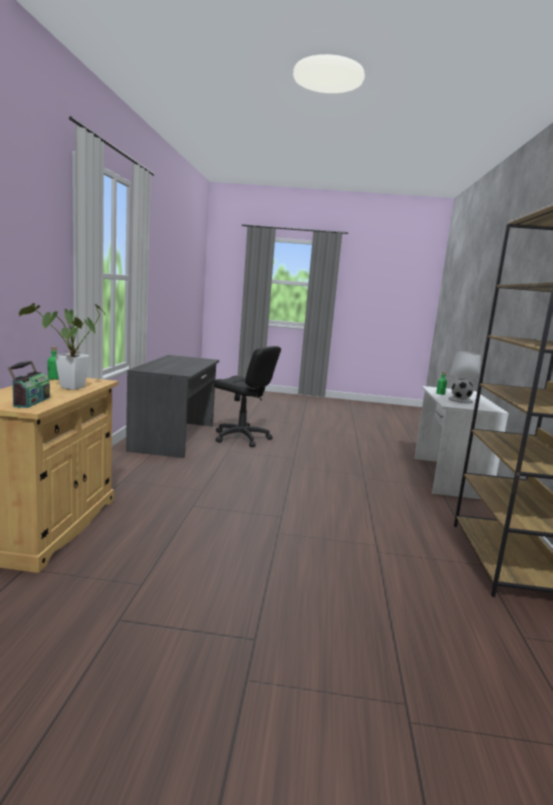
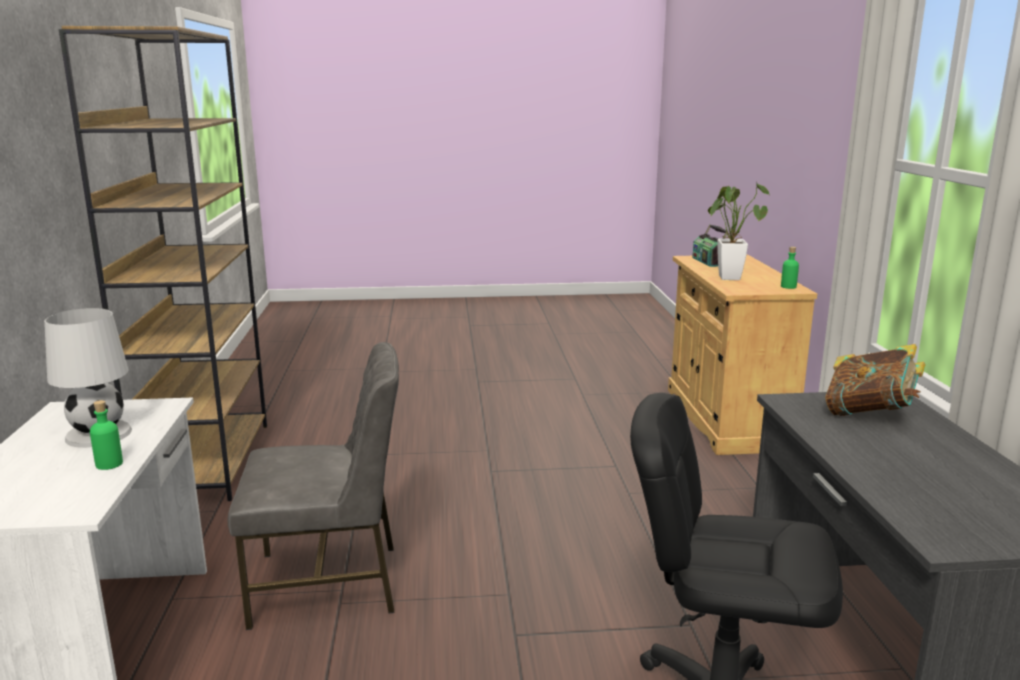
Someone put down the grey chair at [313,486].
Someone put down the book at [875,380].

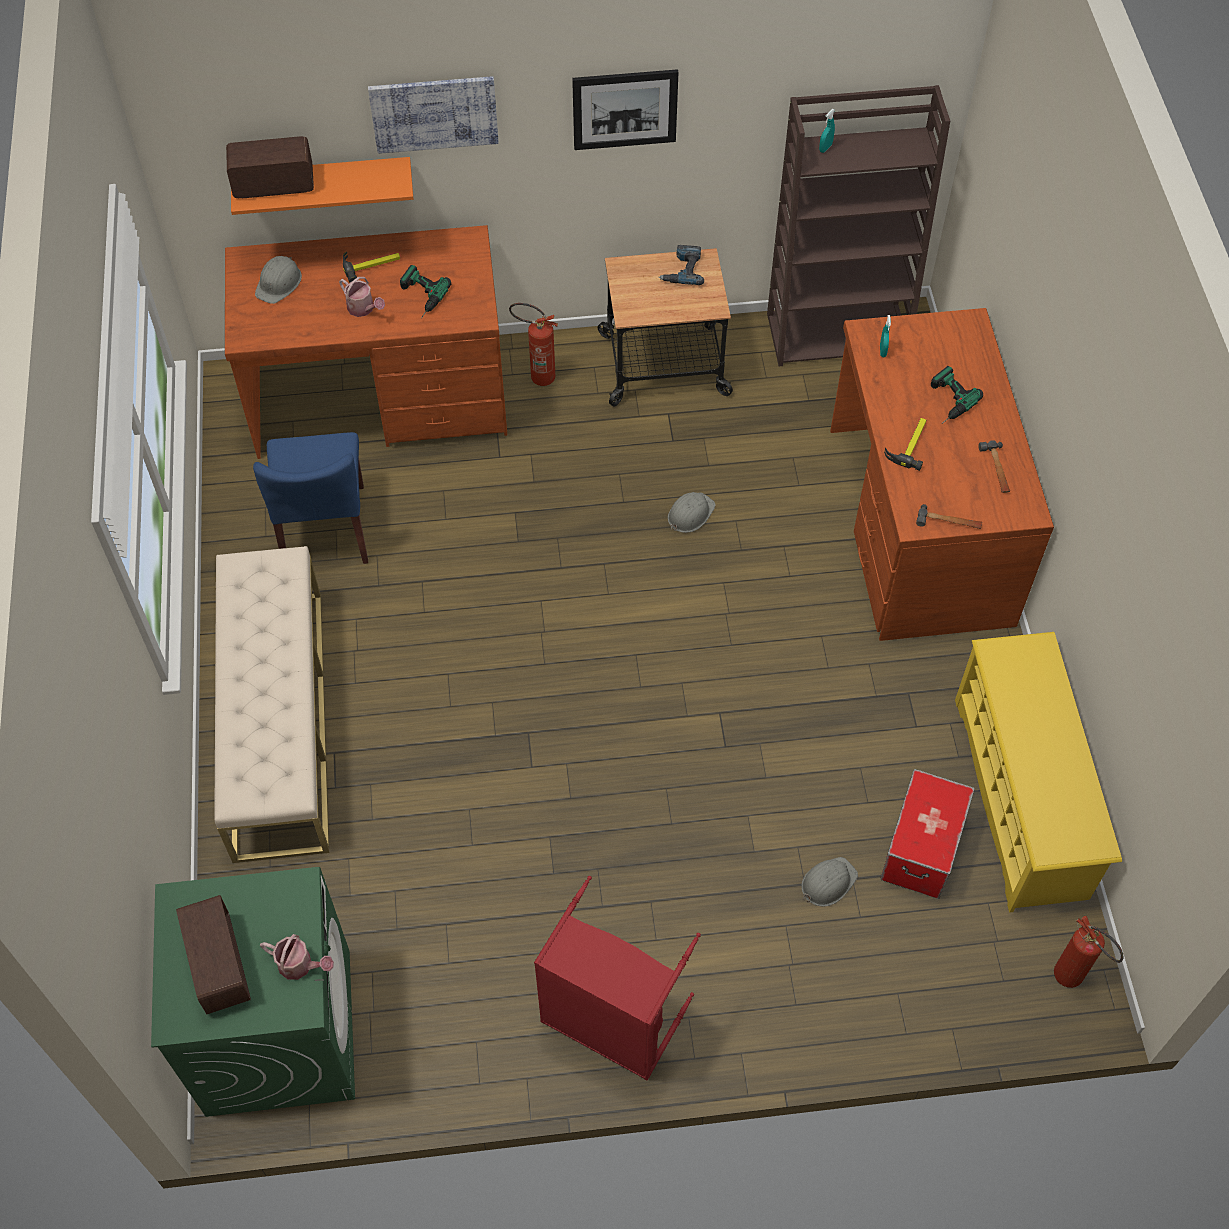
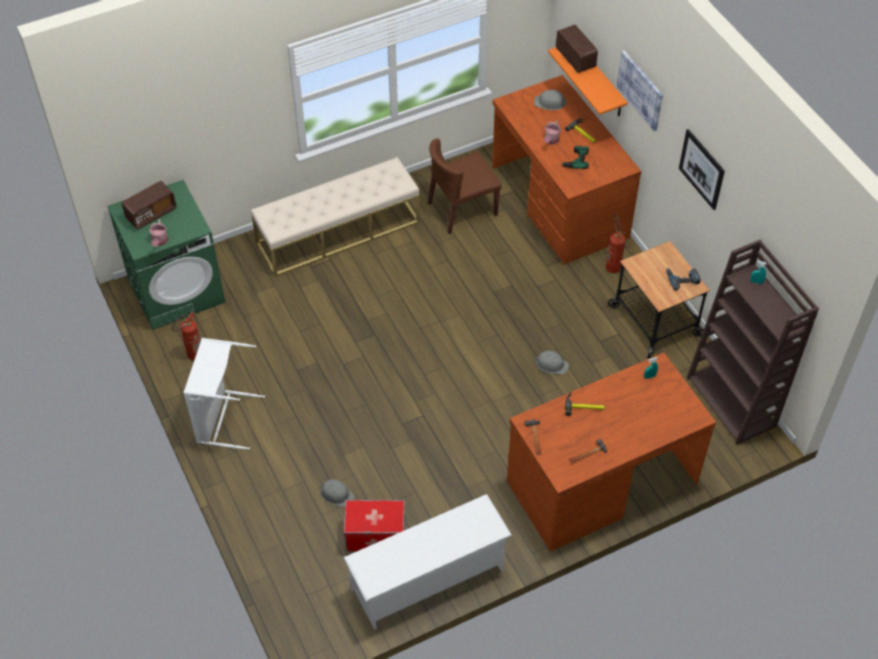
Someone repainted the blue chair at [310,498], which became the brown chair at [465,186].
Someone repainted the red laundry basket at [617,978], which became the white laundry basket at [224,394].
Someone took away the power drill at [957,394].
Someone repainted the yellow shoe rack at [1038,772], which became the white shoe rack at [427,562].
Someone carried the fire extinguisher from [1089,952] to [186,336].

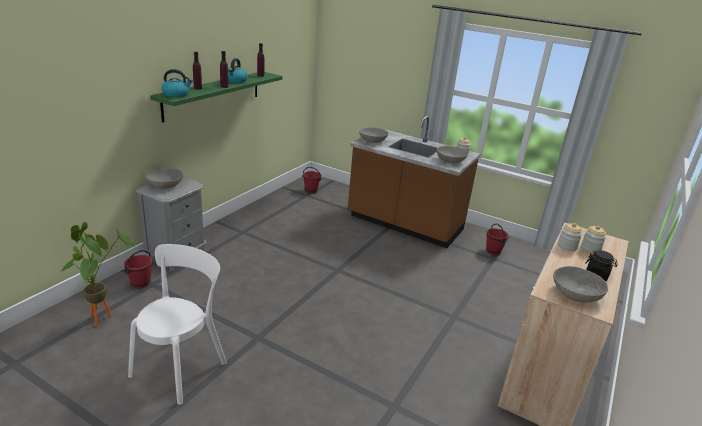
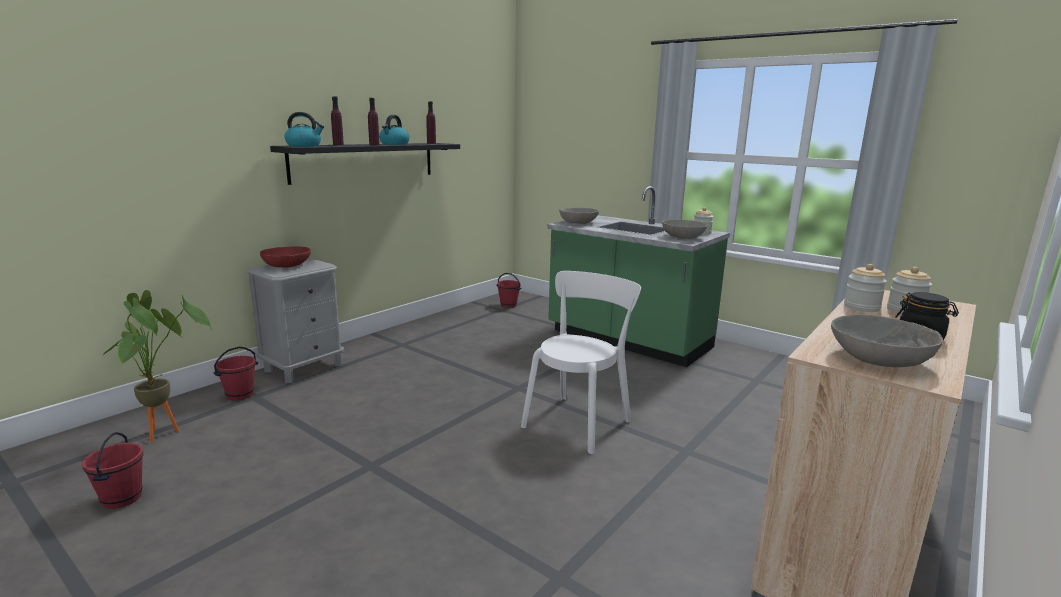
Someone carried the white chair from [177,324] to [581,362].
Someone repainted the grey bowl at [165,178], which became the red bowl at [285,257].
Someone repainted the green shelf at [216,97], which became the black shelf at [365,164].
Someone repainted the brown counter at [414,182], which became the green counter at [638,276].
Someone carried the red bucket from [497,239] to [112,470].

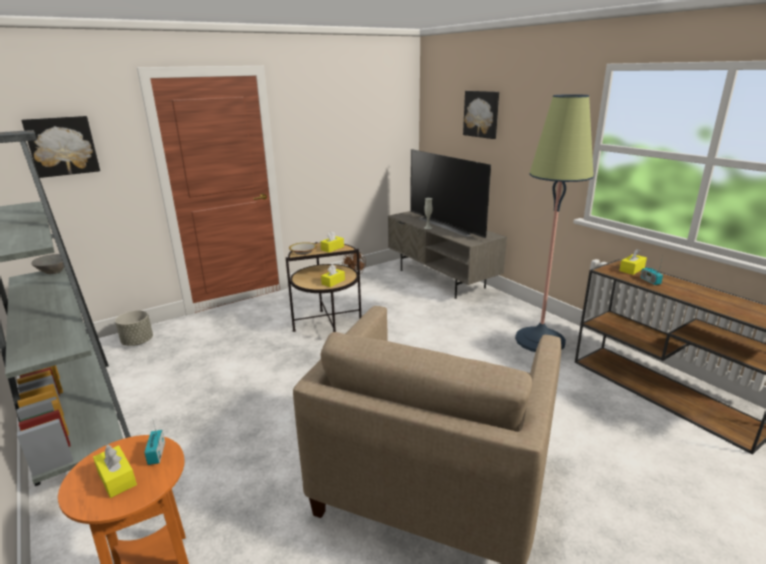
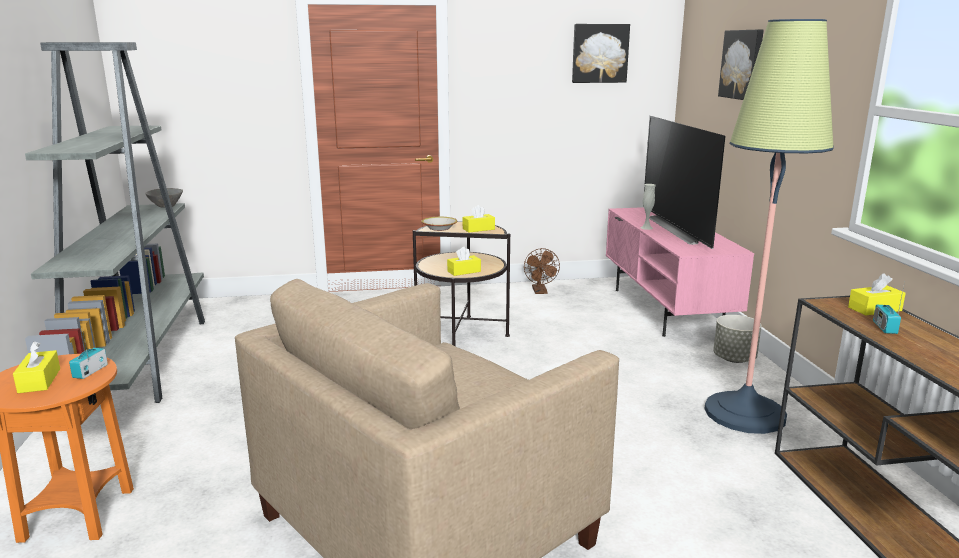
Someone carried the picture from [60,147] to [601,53].
Someone carried the grey planter from [134,328] to [737,339].
Someone repainted the grey tv stand at [447,255], which became the pink tv stand at [680,272].

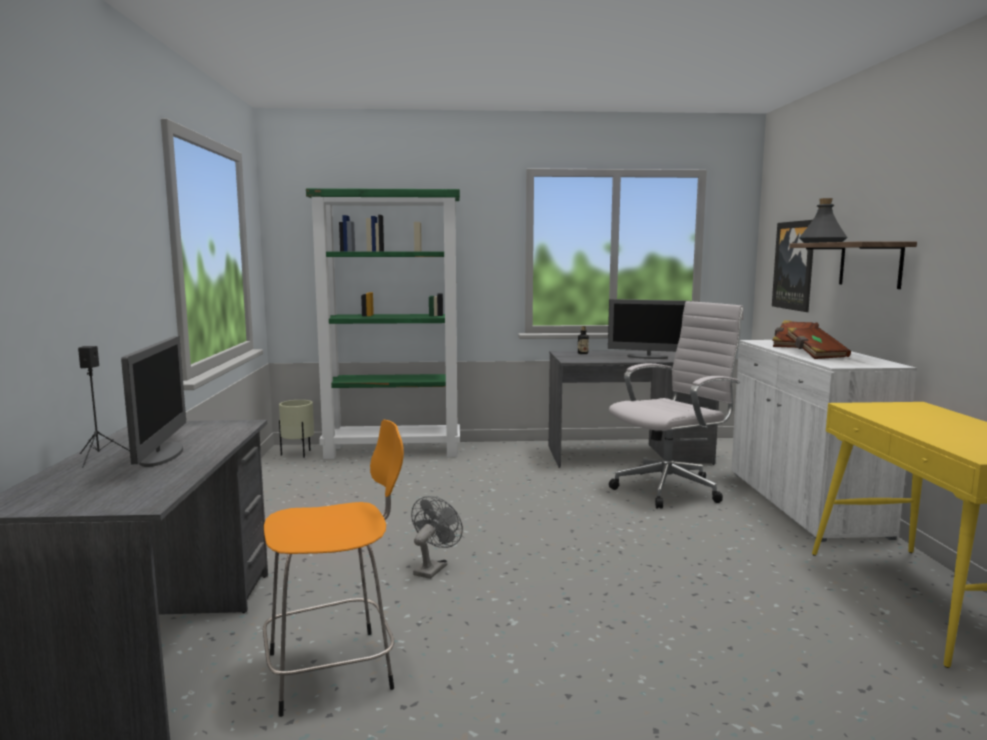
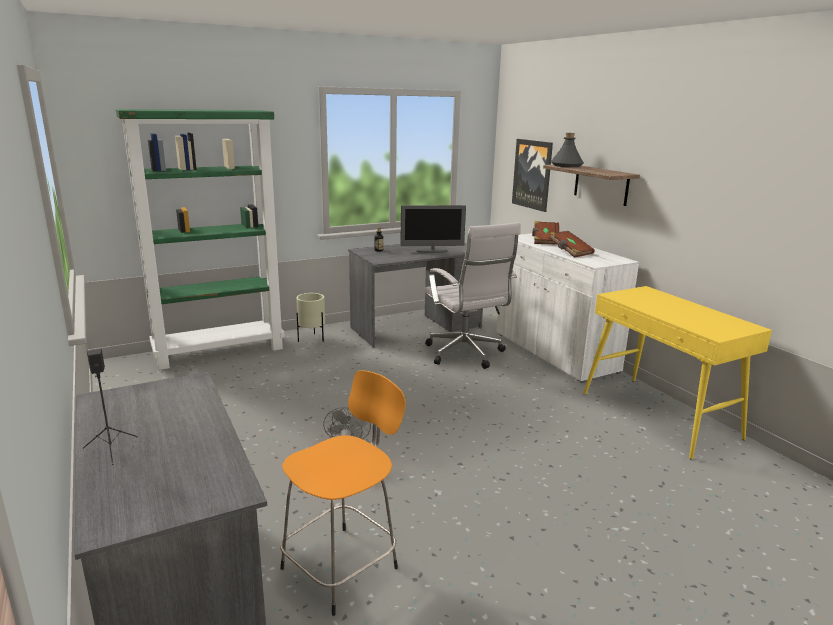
Someone took away the monitor at [153,401].
Someone carried the beige planter from [296,429] to [310,317].
Someone rotated the white office chair at [676,405] by 120 degrees clockwise.

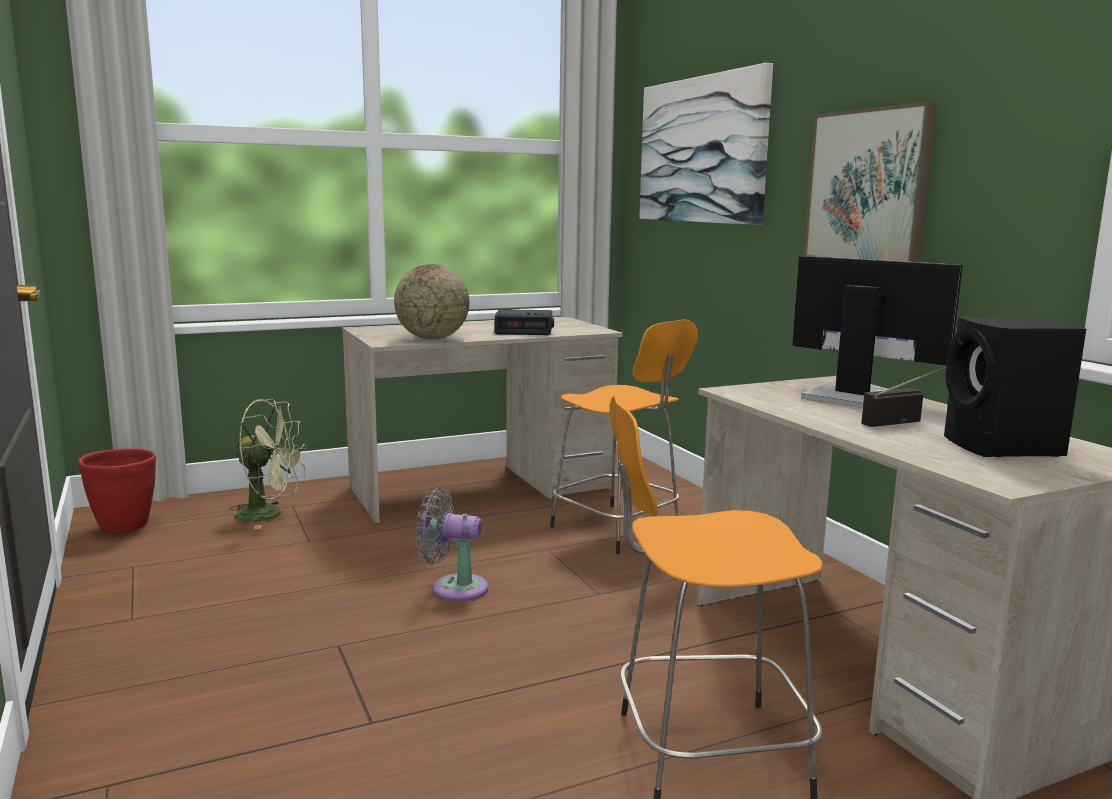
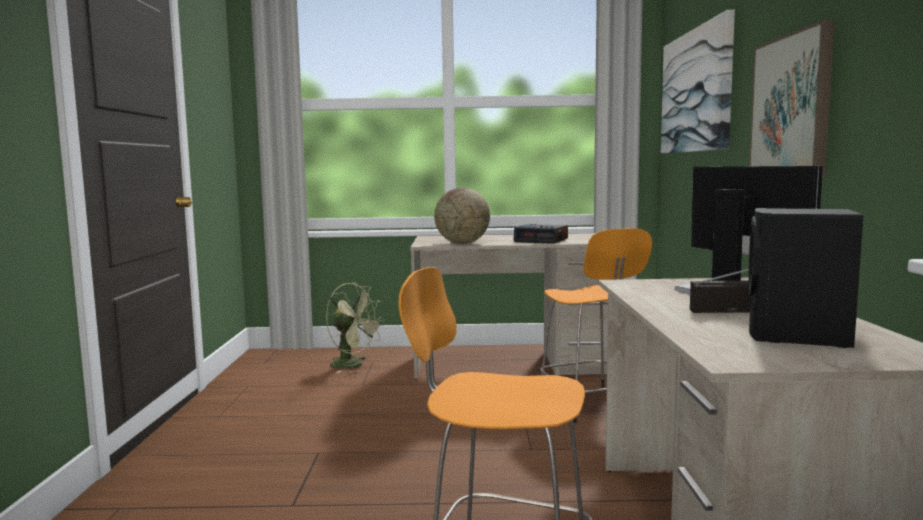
Someone took away the red planter at [117,491].
Someone took away the grey fan at [452,545].

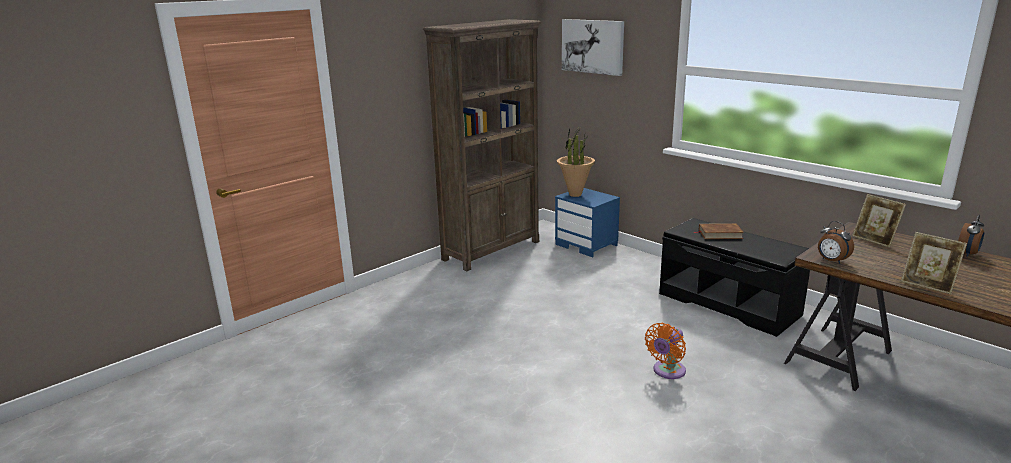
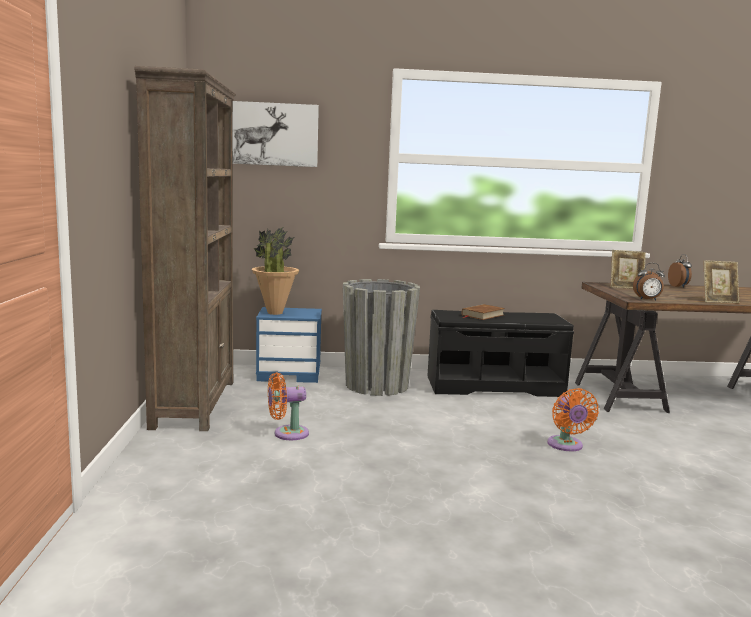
Someone put down the orange fan at [288,406].
Someone put down the grey planter at [381,337].

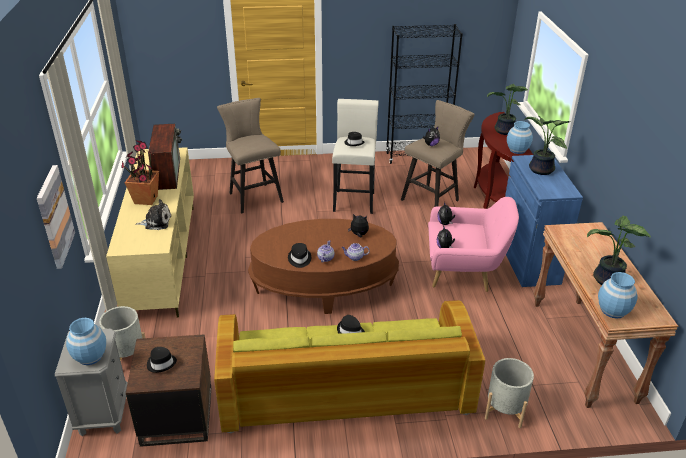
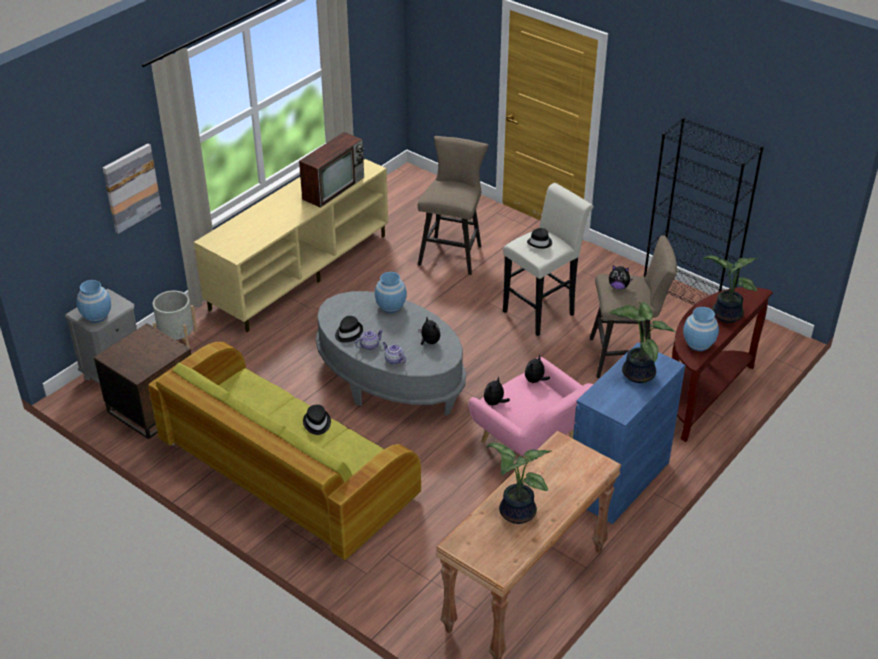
Someone took away the potted plant at [140,172].
Someone took away the plush toy at [153,214].
Someone took away the black hat at [162,360].
Someone repainted the brown coffee table at [323,266], which became the grey coffee table at [390,353].
Someone took away the grey planter at [509,393].
Someone carried the blue vase from [617,295] to [391,292].

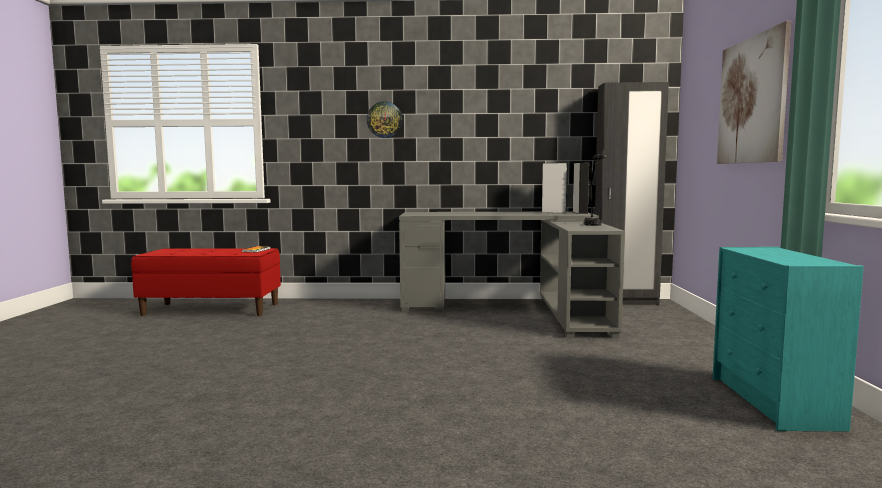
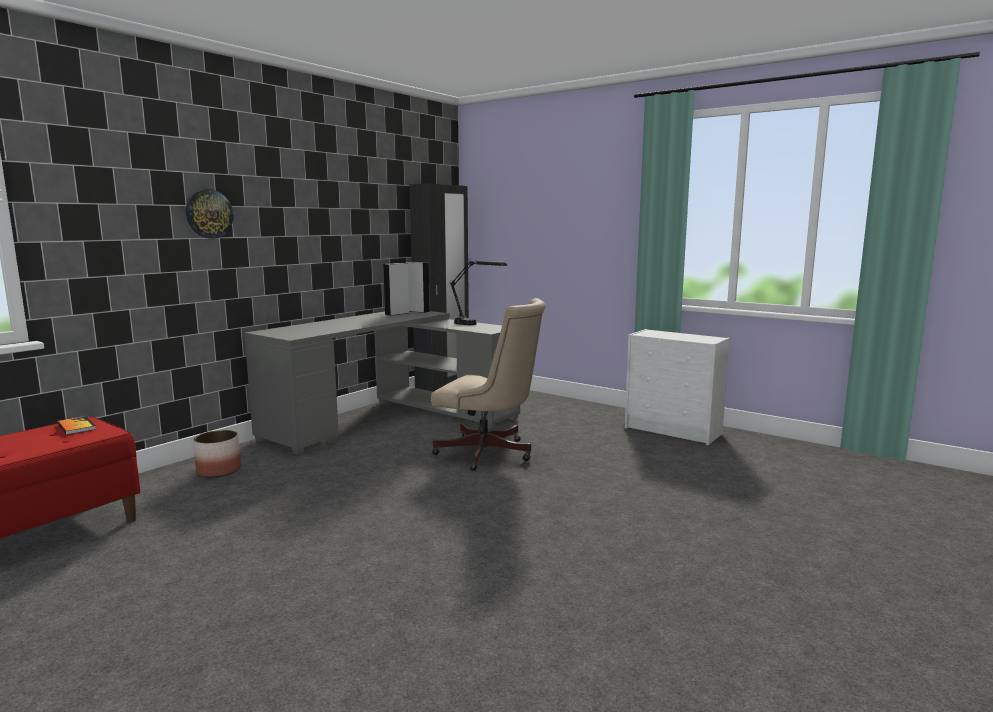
Someone repainted the turquoise dresser at [788,339], which became the white dresser at [677,387].
Someone took away the picture at [754,92].
Someone put down the planter at [217,454].
Someone put down the beige office chair at [488,384].

